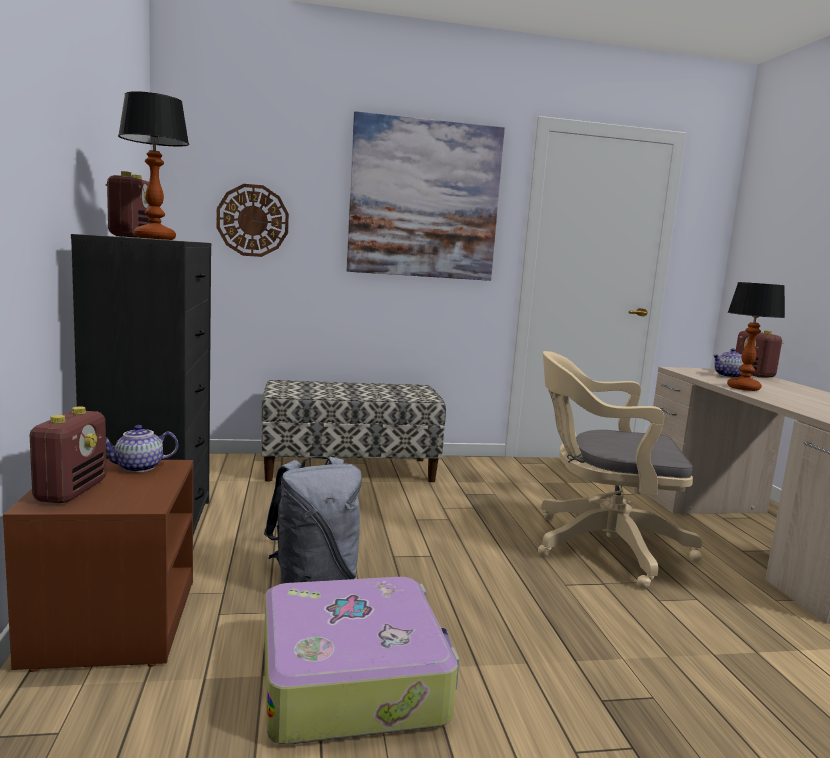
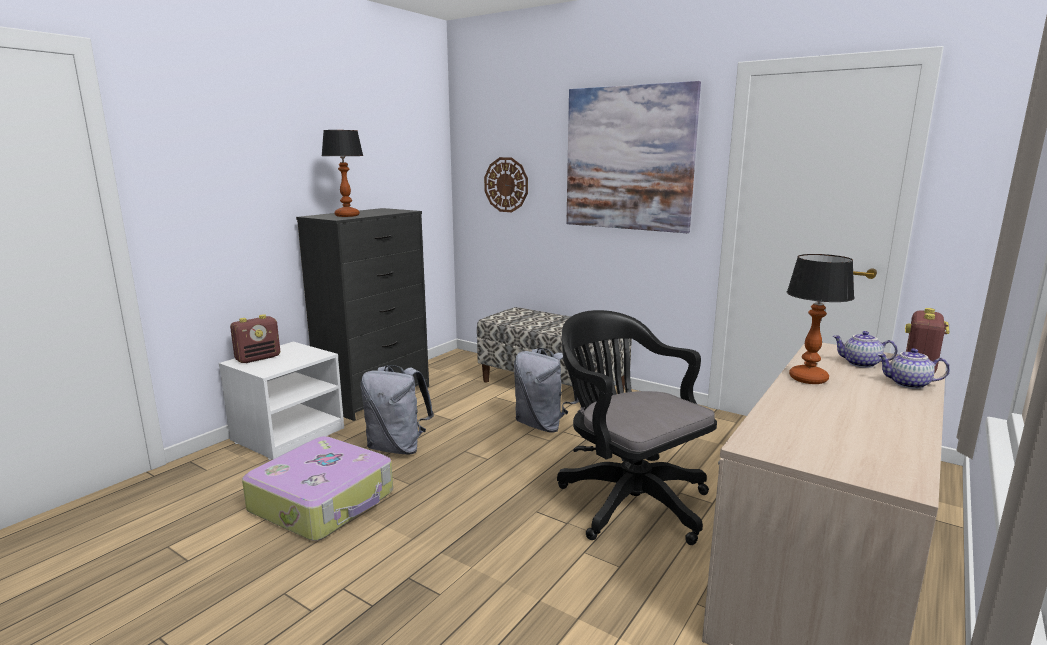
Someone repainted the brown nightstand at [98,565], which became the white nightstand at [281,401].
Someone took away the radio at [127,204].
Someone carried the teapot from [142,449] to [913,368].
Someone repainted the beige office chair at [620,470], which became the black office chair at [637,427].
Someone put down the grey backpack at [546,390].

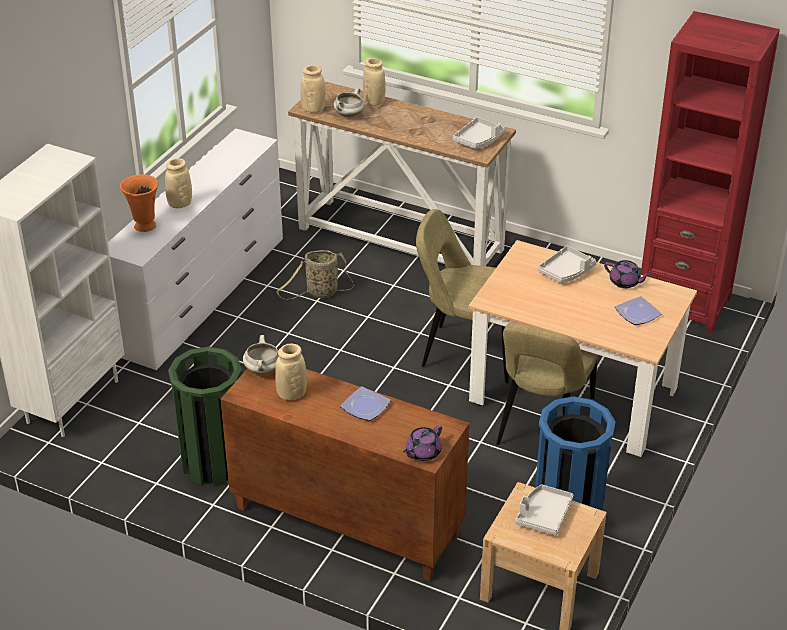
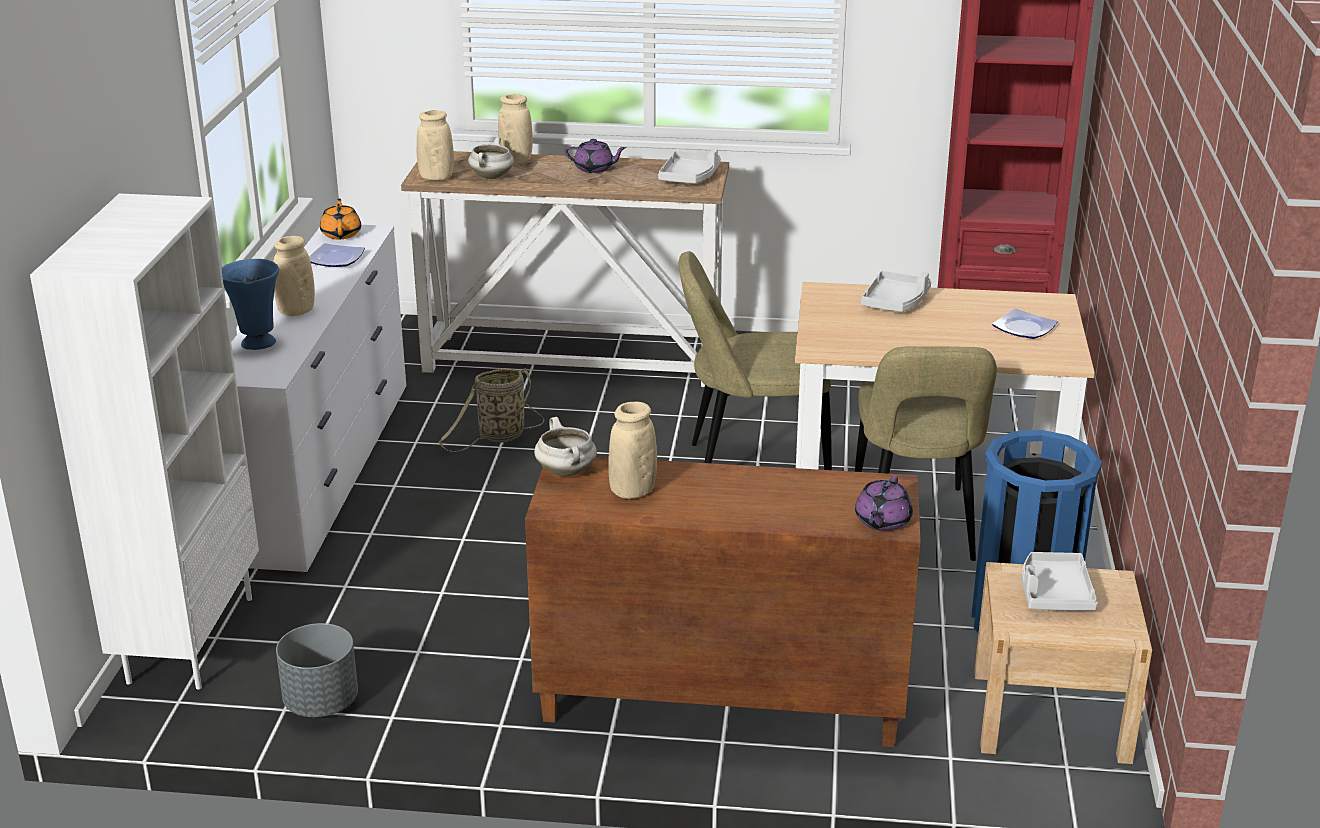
Someone repainted the orange vase at [139,203], which became the blue vase at [250,304].
Someone took away the green trash can at [205,417].
Someone carried the plate from [365,403] to [337,255].
Someone carried the purple teapot from [627,274] to [596,156].
Someone put down the grey planter at [317,670].
Someone put down the orange teapot at [340,218].

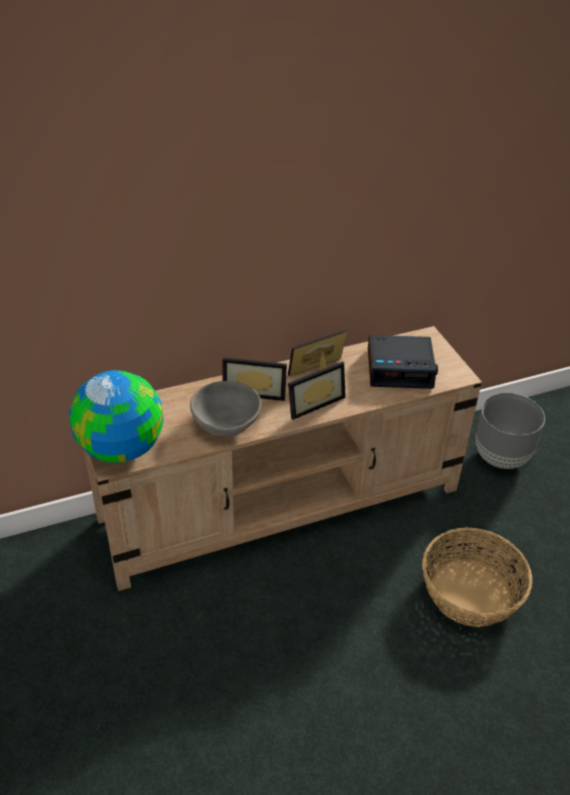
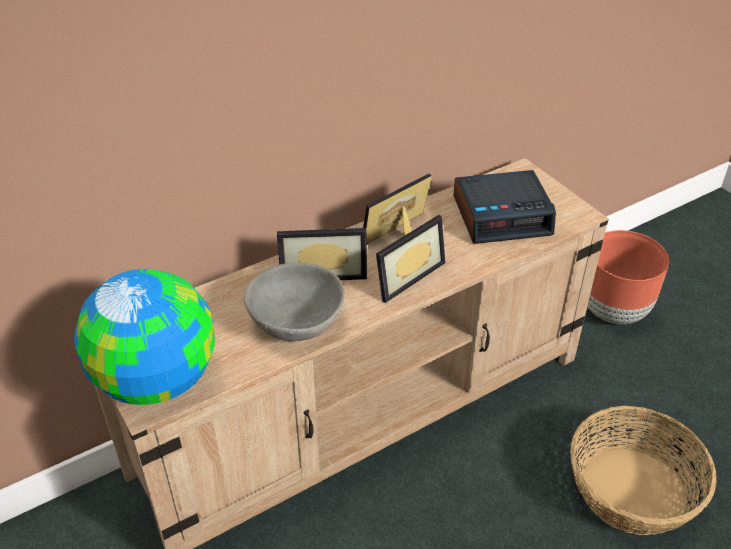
Someone repainted the grey planter at [510,431], which became the brown planter at [628,277].

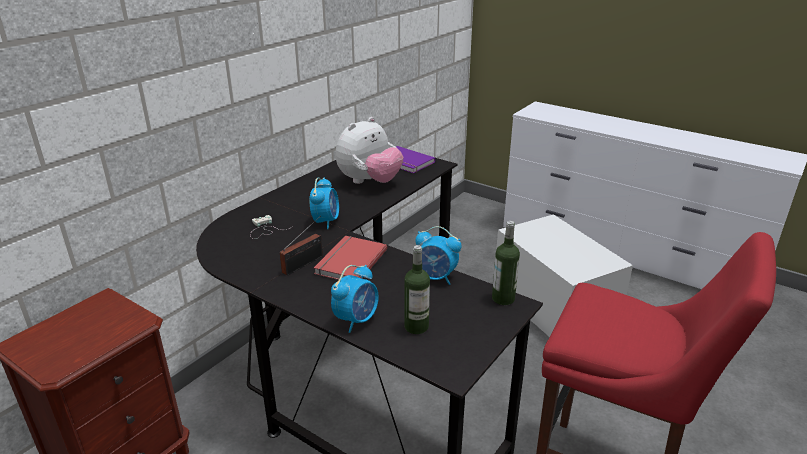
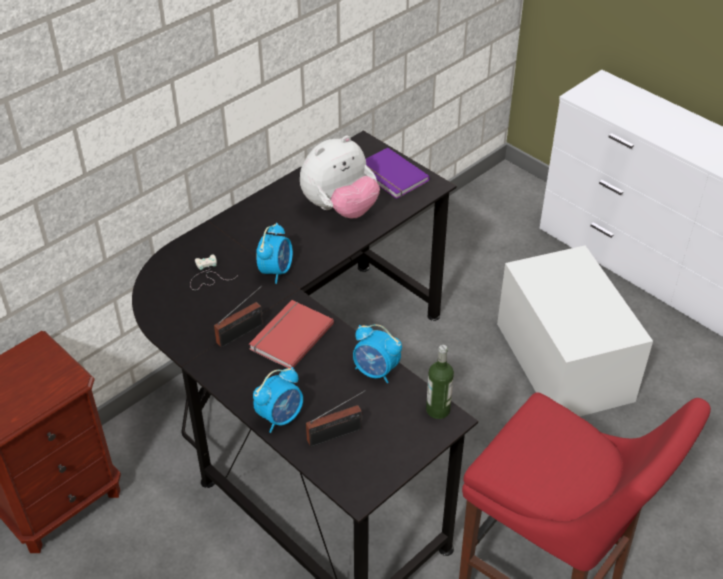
Someone swapped the bottle at [417,289] for the radio at [336,418].

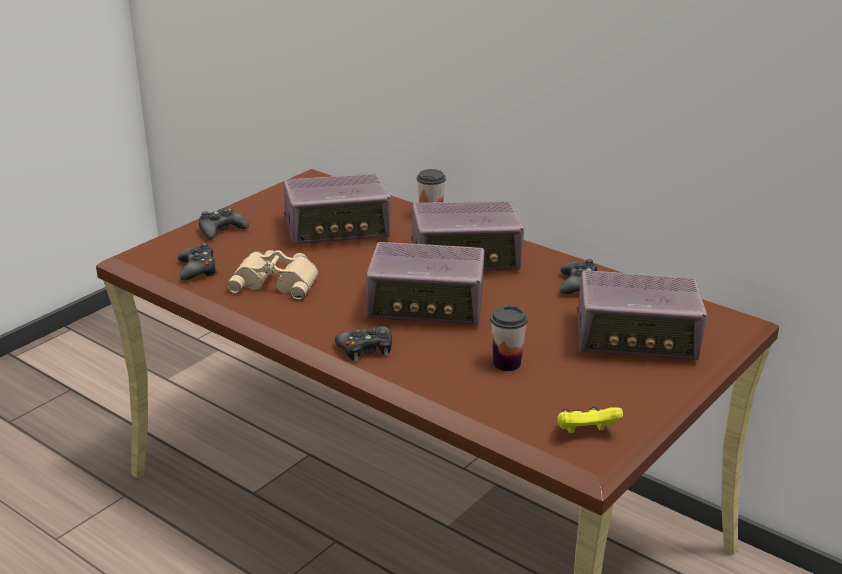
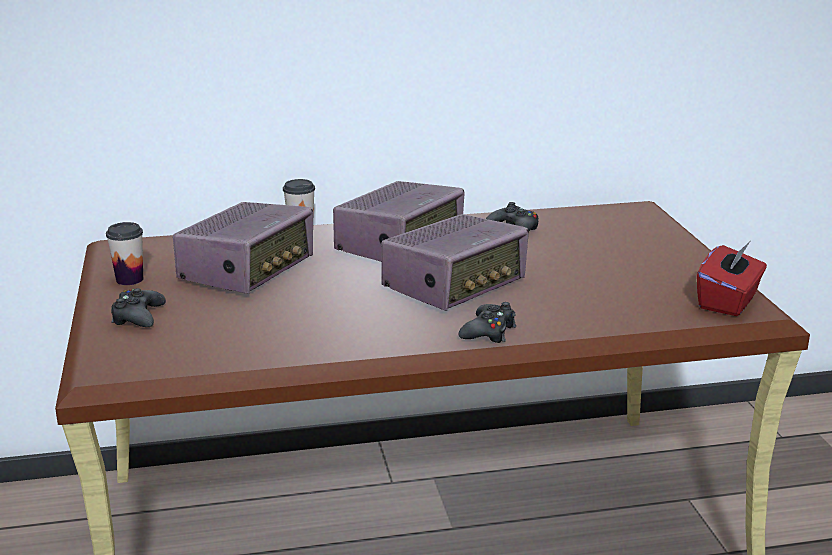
Someone took away the black game controller at [197,262].
Someone took away the beige binoculars at [273,275].
Someone carried the cup from [509,338] to [124,253].
Someone swapped the yellow game controller at [590,420] for the red tissue box at [732,279].
Someone took away the radio at [642,315].

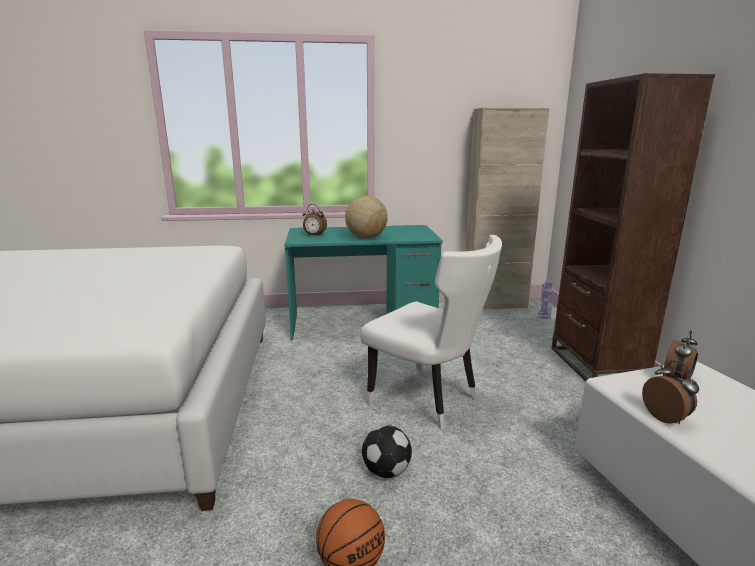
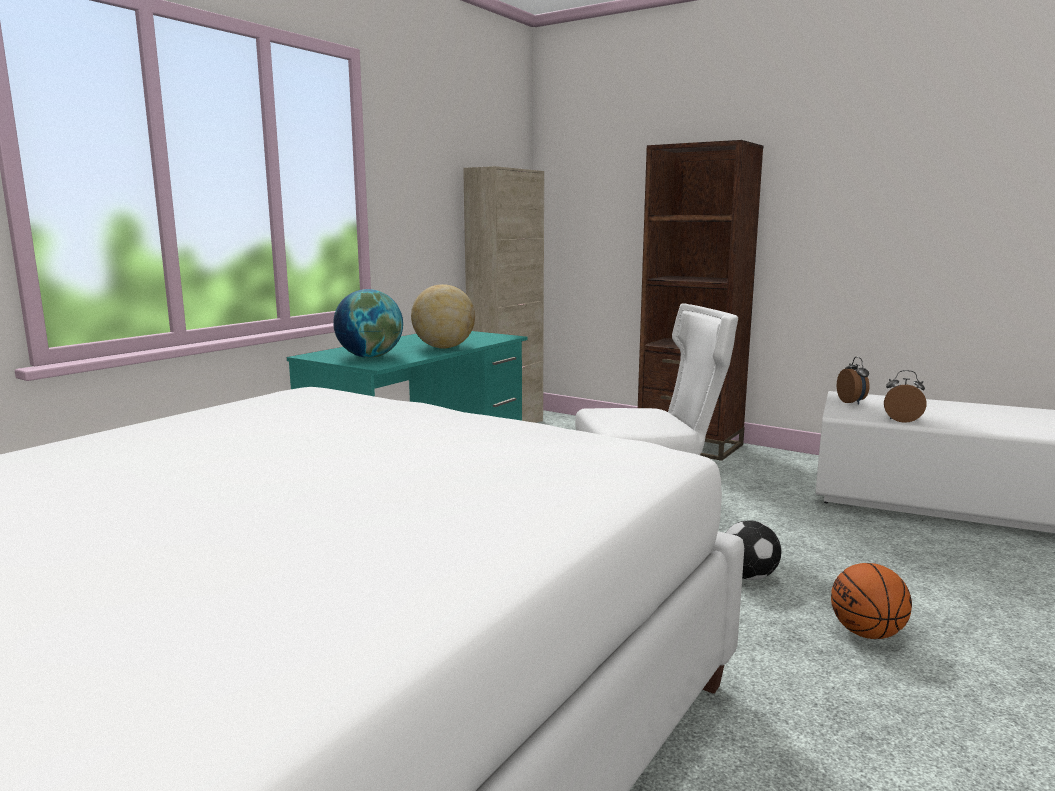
Someone swapped the alarm clock at [315,220] for the globe at [368,323].
Someone took away the toy robot at [545,300].

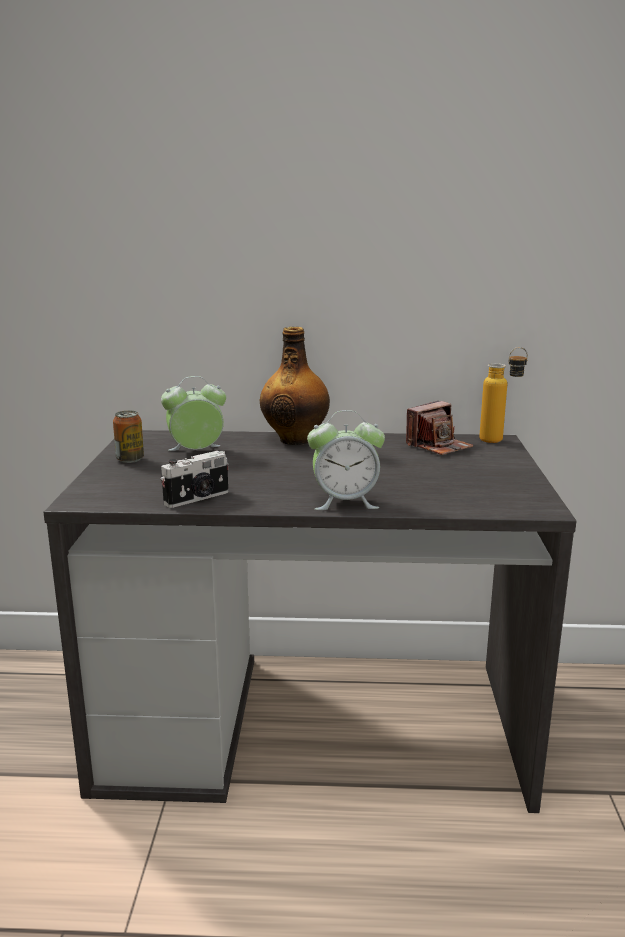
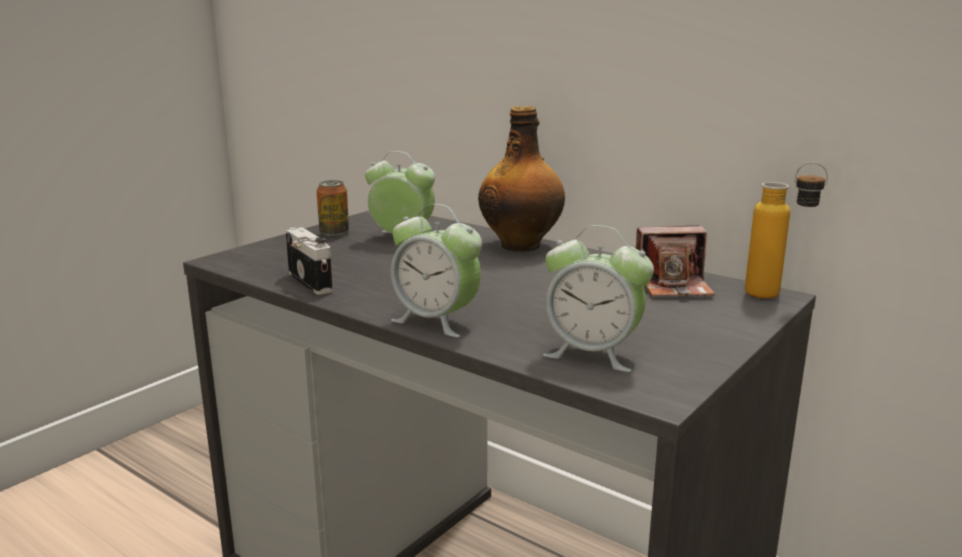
Someone rotated the photo camera at [195,479] by 120 degrees counterclockwise.
Someone put down the alarm clock at [598,298].

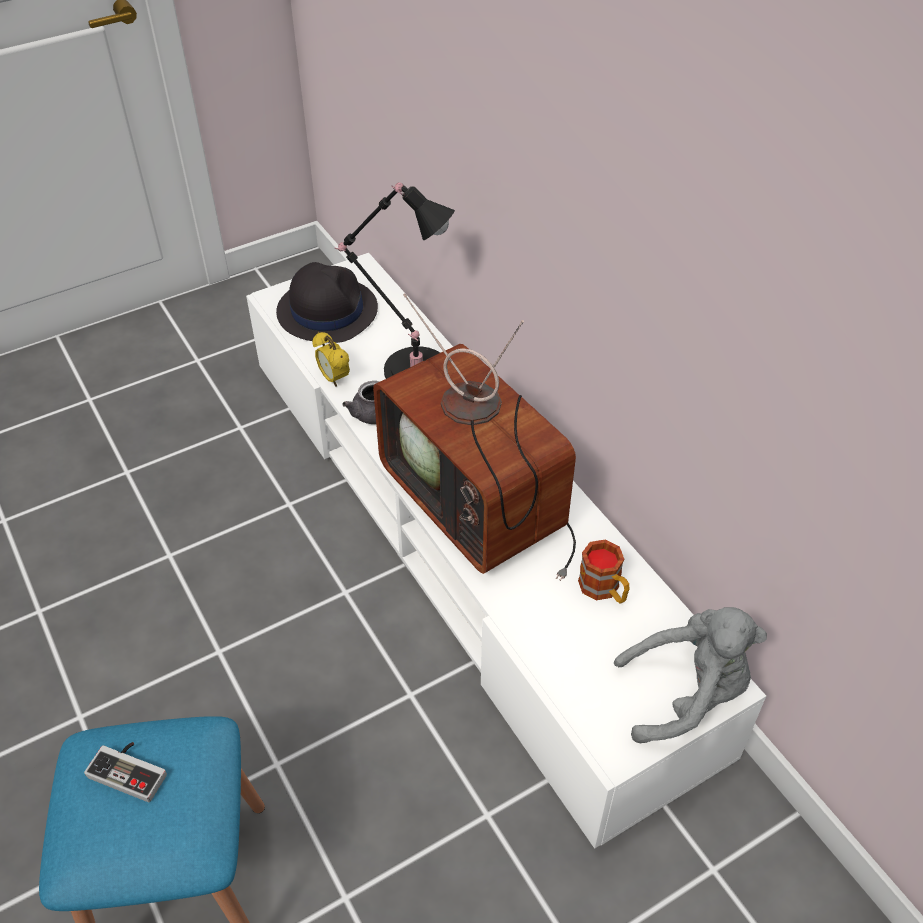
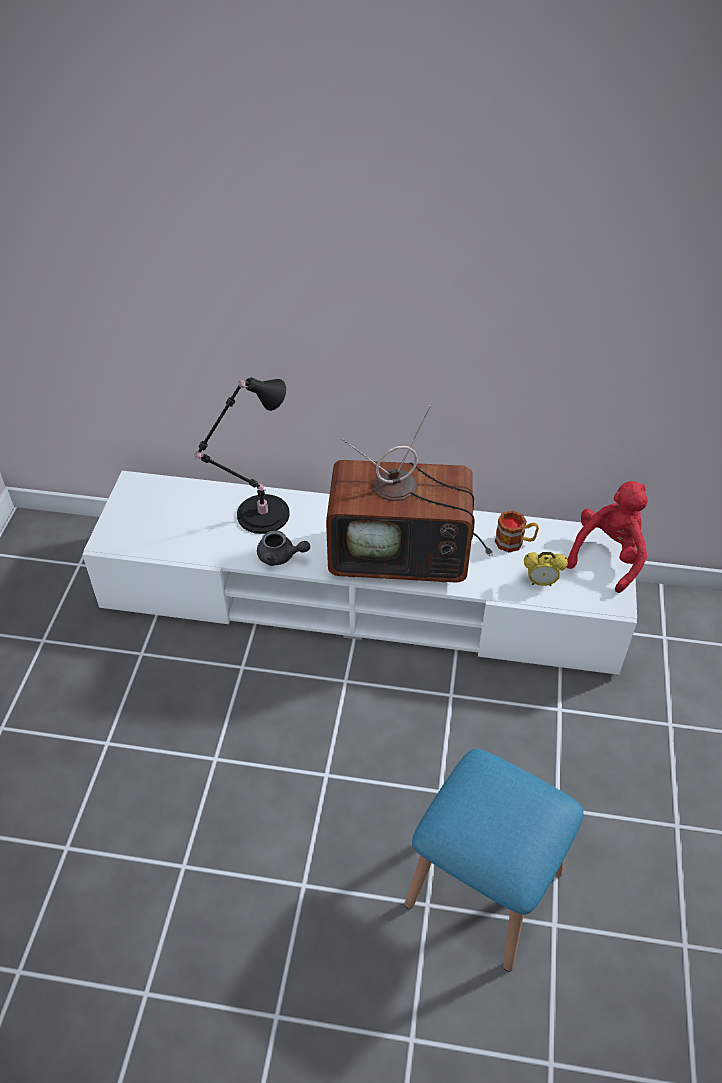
Someone took away the game controller at [125,772].
Someone took away the black hat at [327,302].
Someone carried the alarm clock from [331,359] to [546,569].
Someone repainted the grey plush toy at [690,675], which became the red plush toy at [607,537].

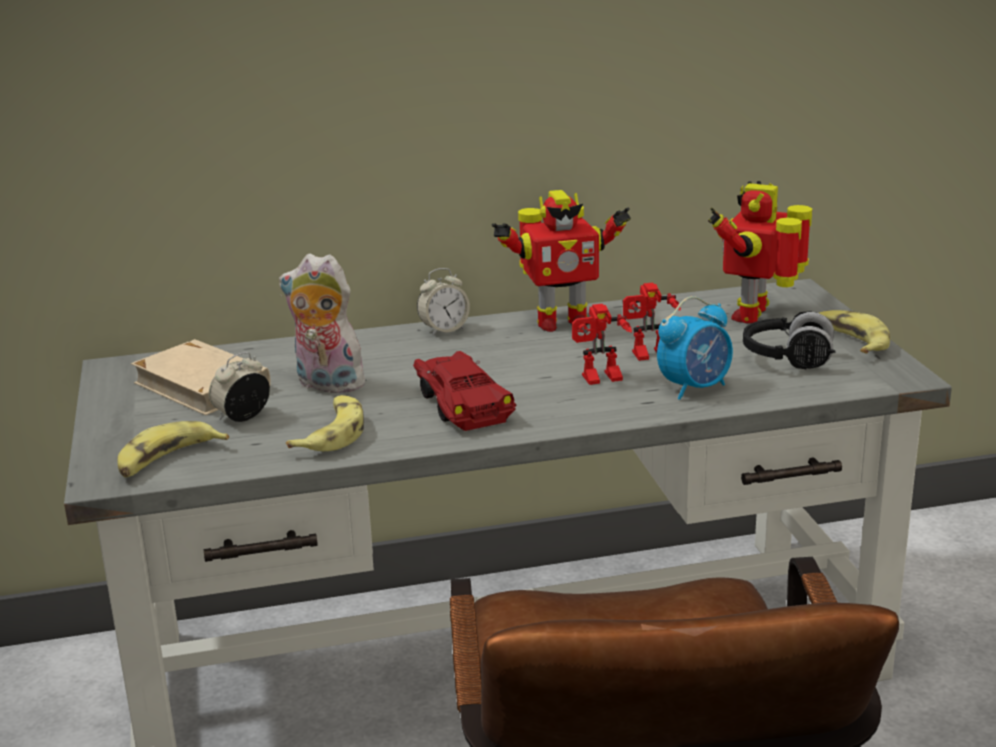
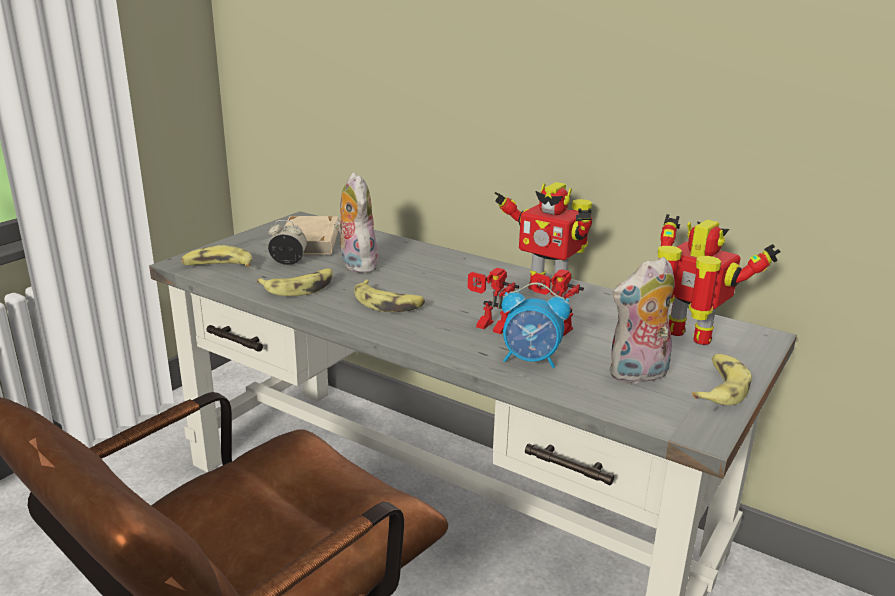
Someone swapped the red toy car at [464,391] for the banana at [389,295].
Someone took away the alarm clock at [443,302].
Someone rotated the toy robot at [760,252] by 60 degrees clockwise.
Someone swapped the black headphones at [789,340] for the plush toy at [642,320].

